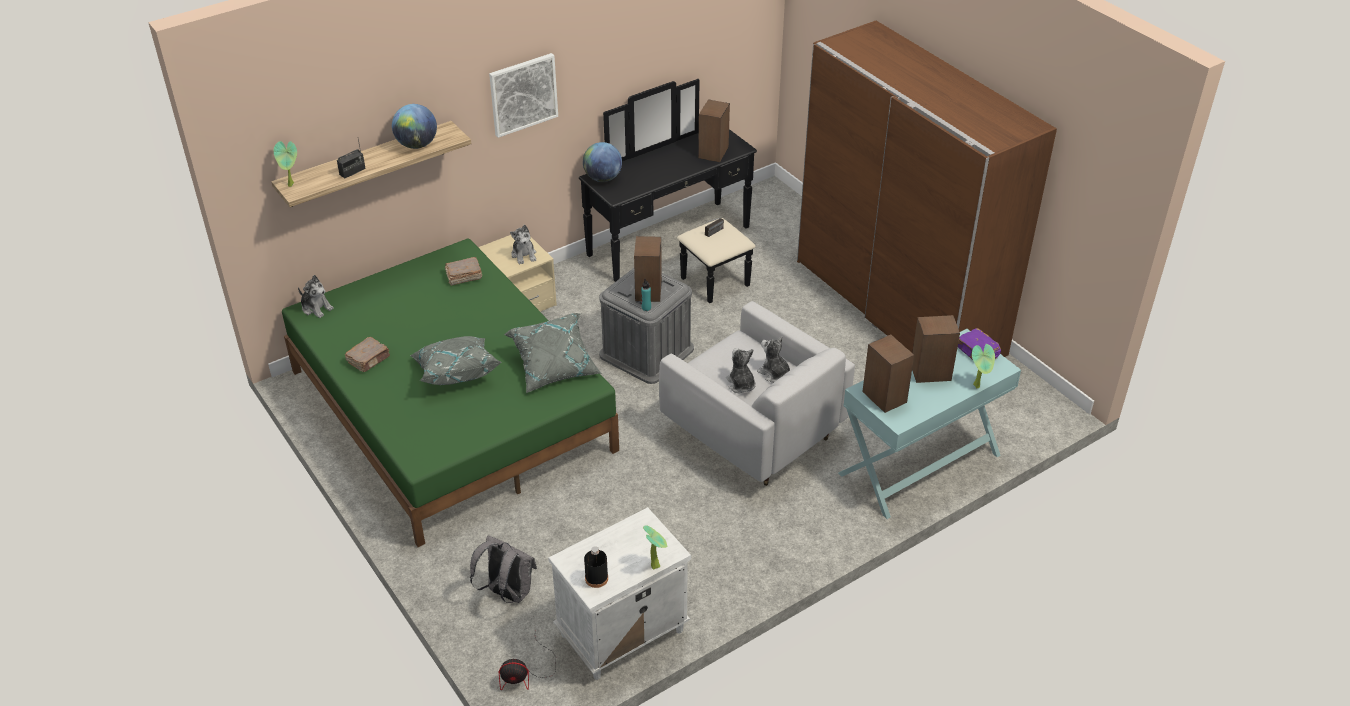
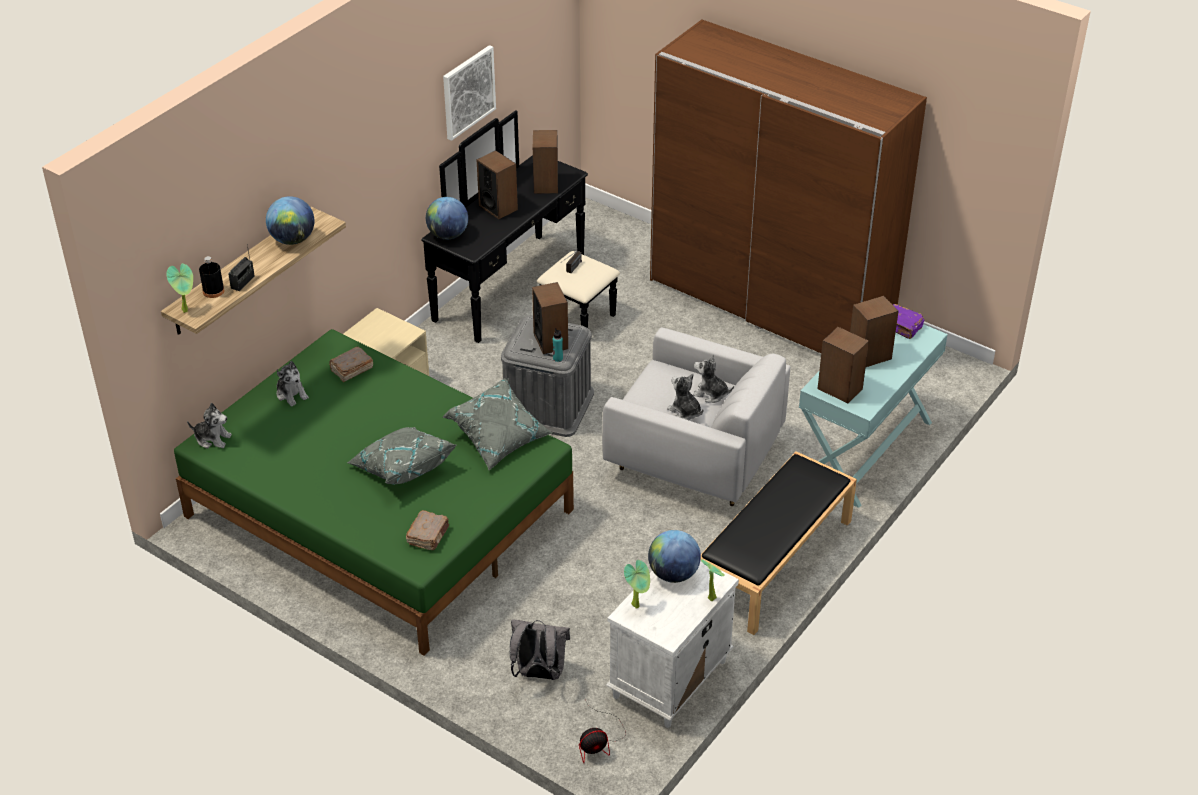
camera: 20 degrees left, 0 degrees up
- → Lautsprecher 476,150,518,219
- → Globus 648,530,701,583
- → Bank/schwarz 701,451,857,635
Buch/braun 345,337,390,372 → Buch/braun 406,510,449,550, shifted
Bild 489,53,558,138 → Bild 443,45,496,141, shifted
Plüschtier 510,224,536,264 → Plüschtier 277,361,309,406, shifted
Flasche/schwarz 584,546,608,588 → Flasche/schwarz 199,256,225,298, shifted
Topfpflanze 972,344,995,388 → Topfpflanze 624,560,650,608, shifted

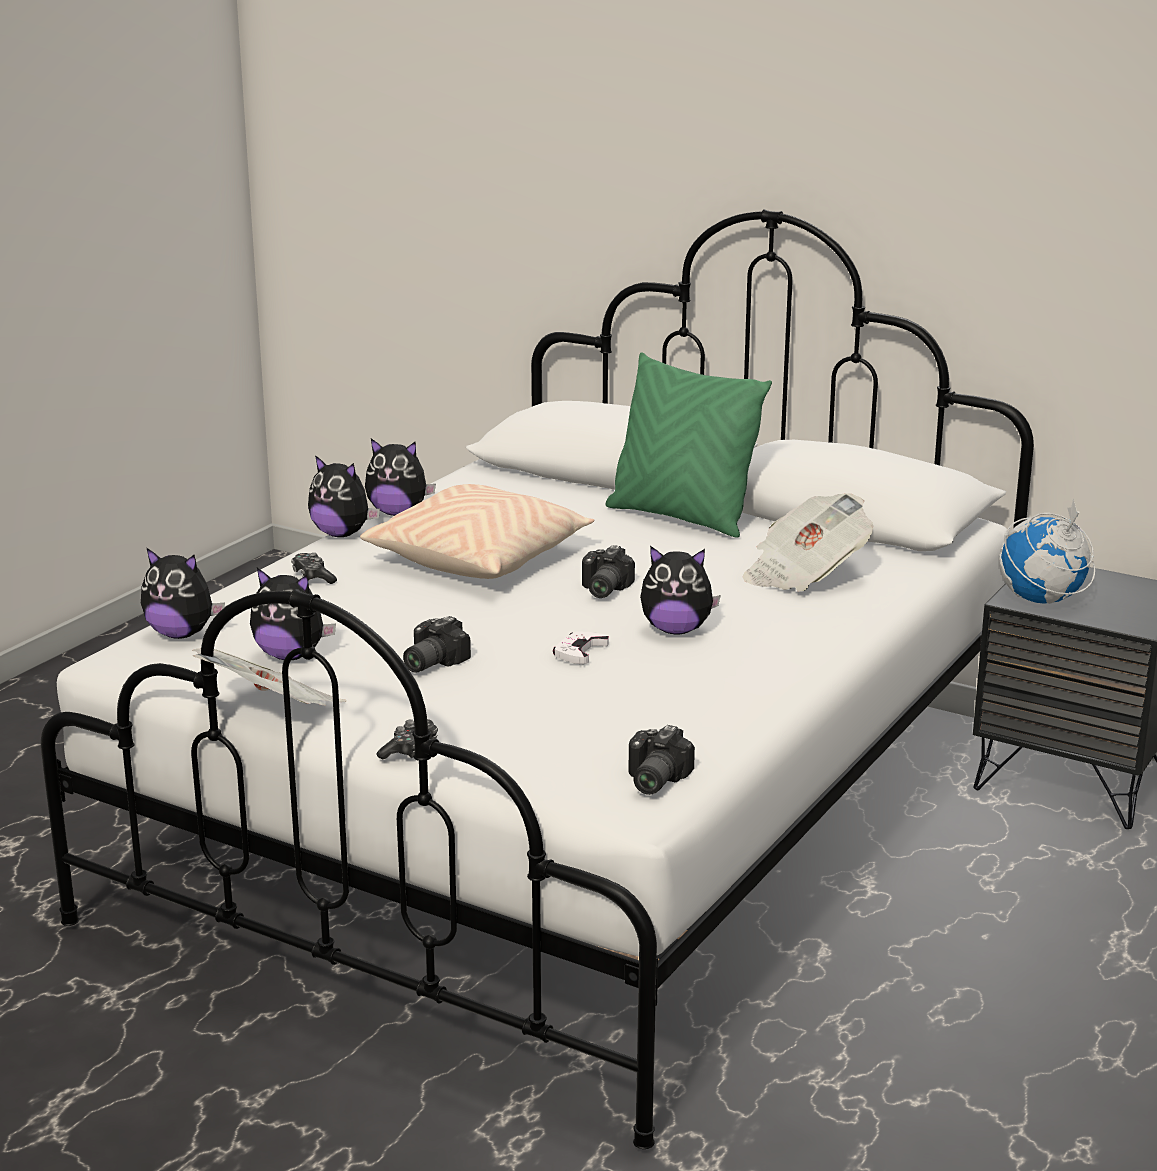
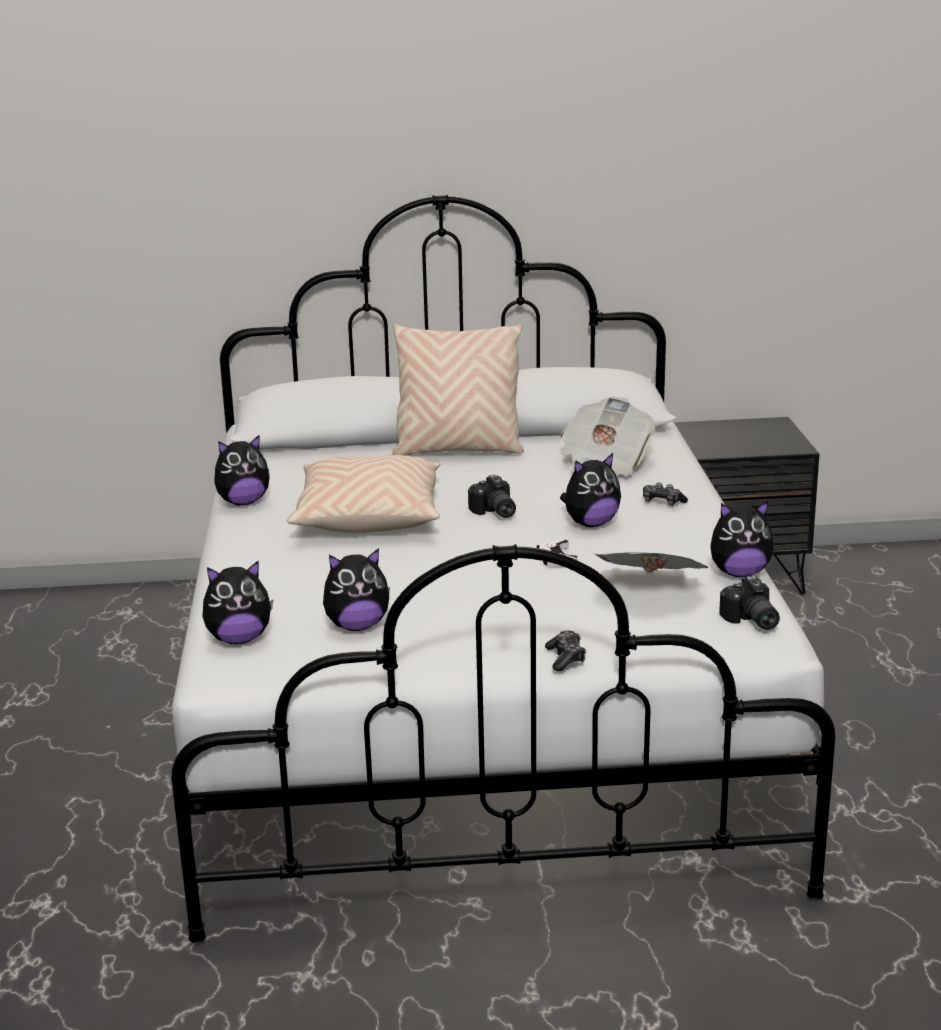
camera: 35 degrees left, 0 degrees up
Kamera 403,616,471,672 → -
Globus 999,499,1095,604 → -
Zeitung 192,648,347,705 → Zeitung 595,552,708,573, shifted
Gamepad 291,553,337,584 → Gamepad 643,483,688,506, shifted
Plüschtier 308,455,380,537 → Plüschtier 711,501,773,577, shifted
Kissen/grün 606,352,772,538 → Kissen/beige 392,324,524,456

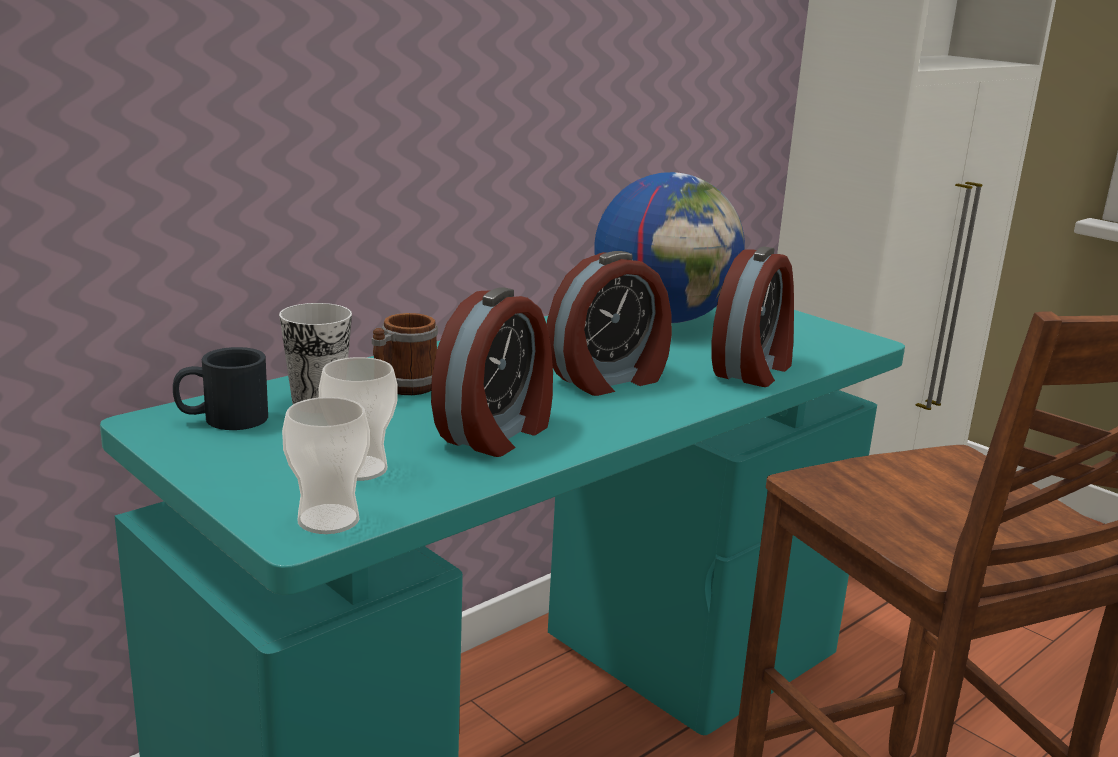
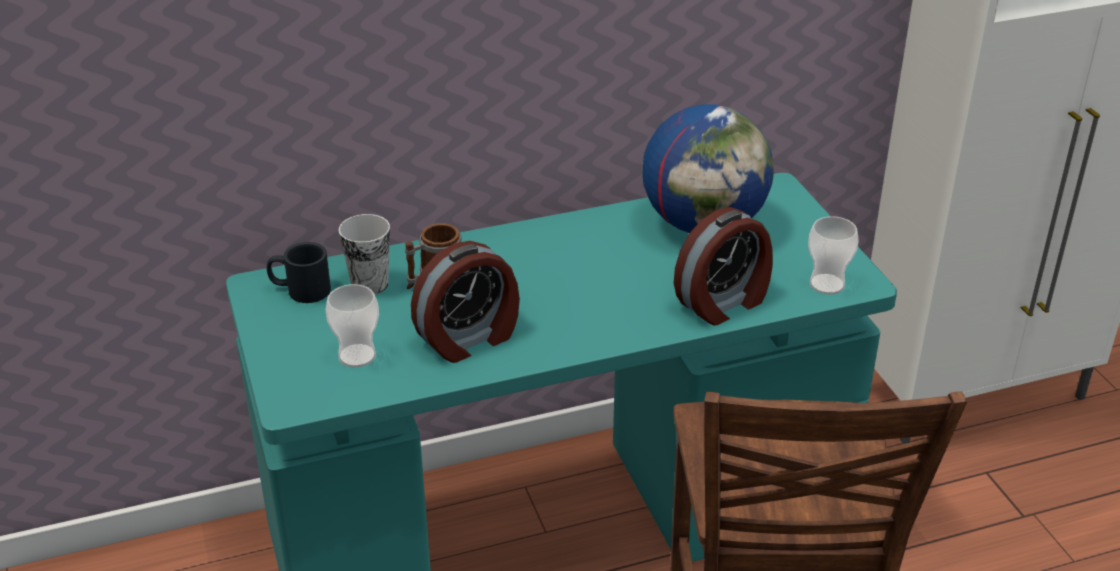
camera: 25 degrees right, 15 degrees up
Wecker 547,251,672,396 → -
Tasse 282,397,370,534 → Tasse 808,216,858,295, shifted

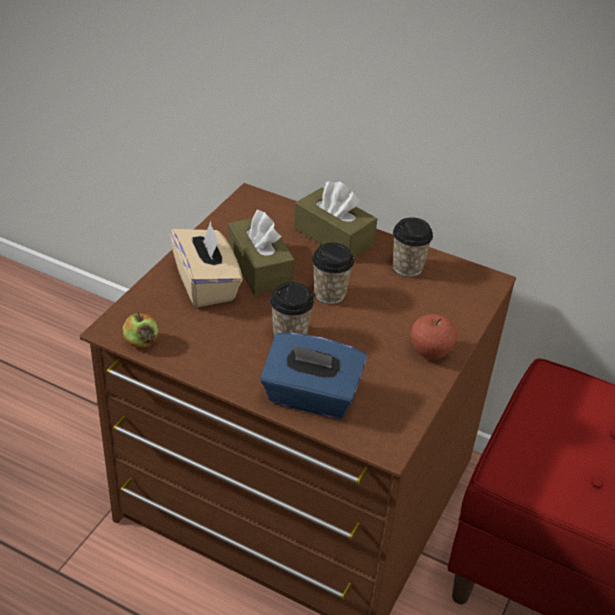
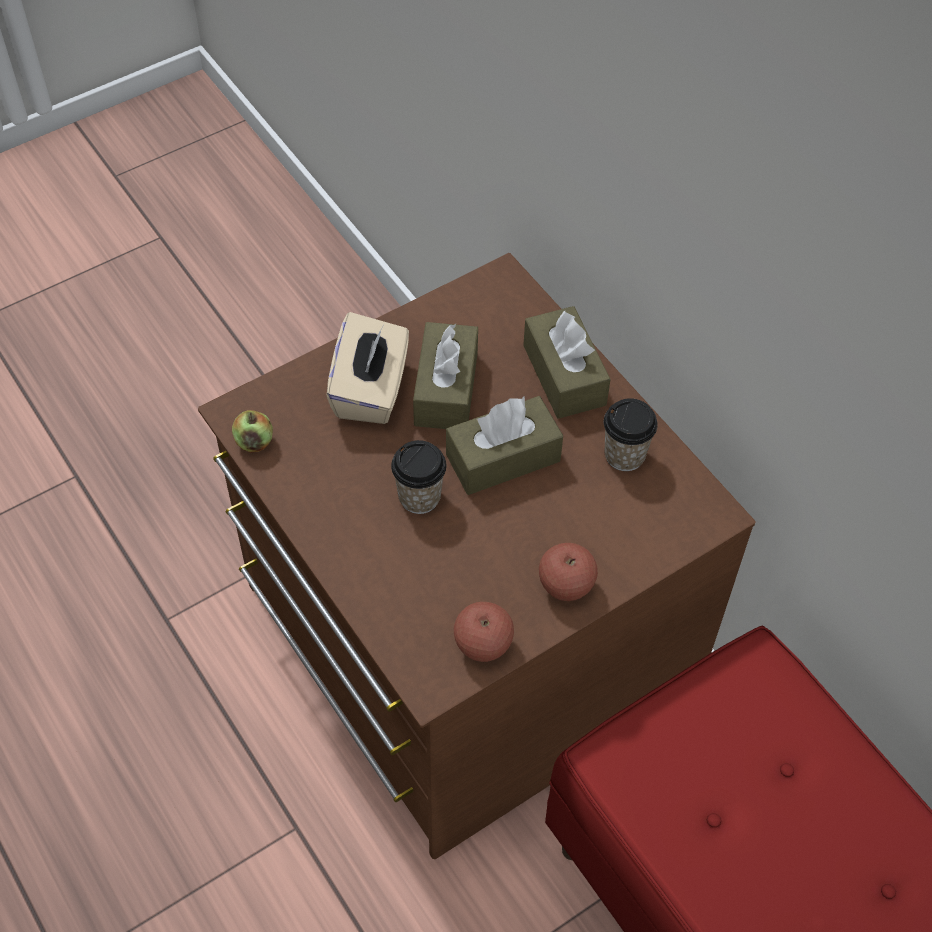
camera: 30 degrees right, 15 degrees up
Taschentuchbox/blau 260,333,367,419 → -
- → Apfel 454,602,514,662
Tasse 312,243,354,304 → Taschentuchbox/braun 446,396,563,495

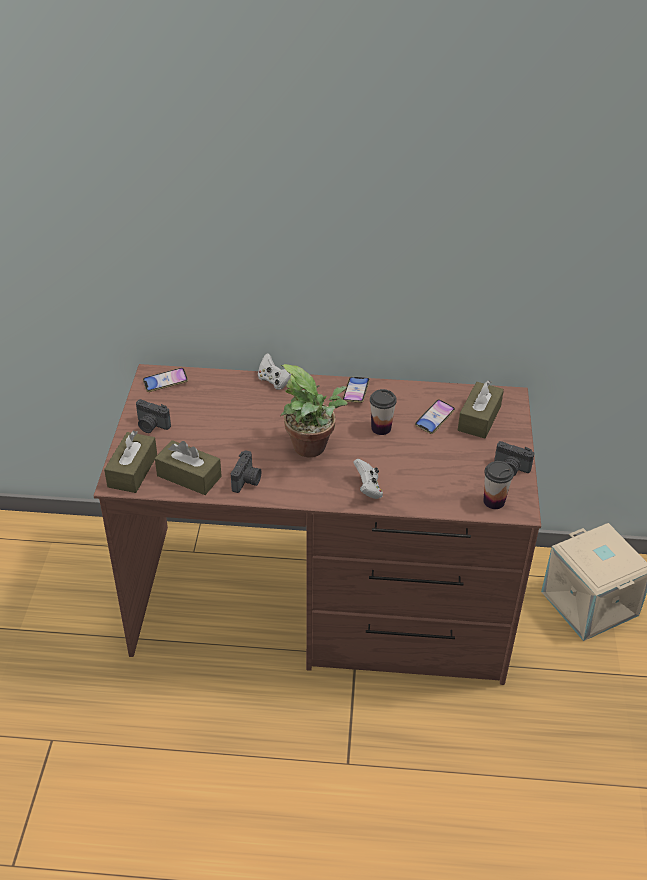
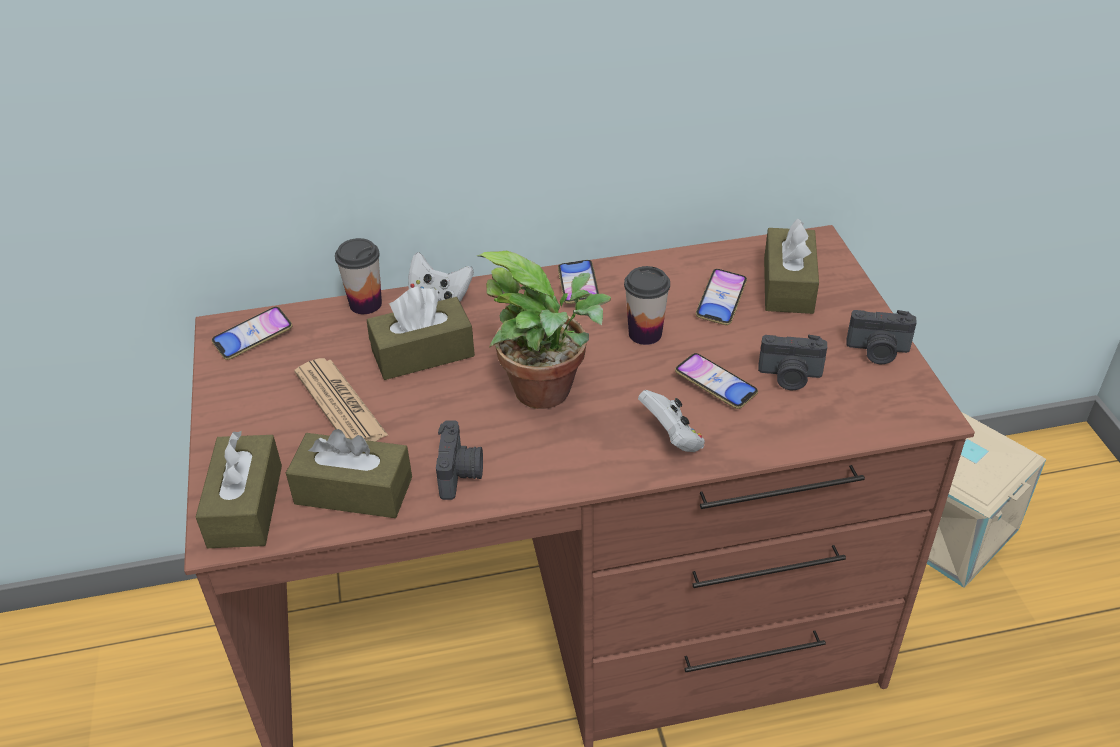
camera: 15 degrees left, 0 degrees up
- → Zeitung 294,358,388,441
- → Taschentuchbox/braun 367,287,475,380
- → Handy 675,353,758,409
Kamera 136,399,171,433 → Kamera 758,335,827,390, shifted
Tasse 483,461,514,509 → Tasse 335,238,382,314, shifted

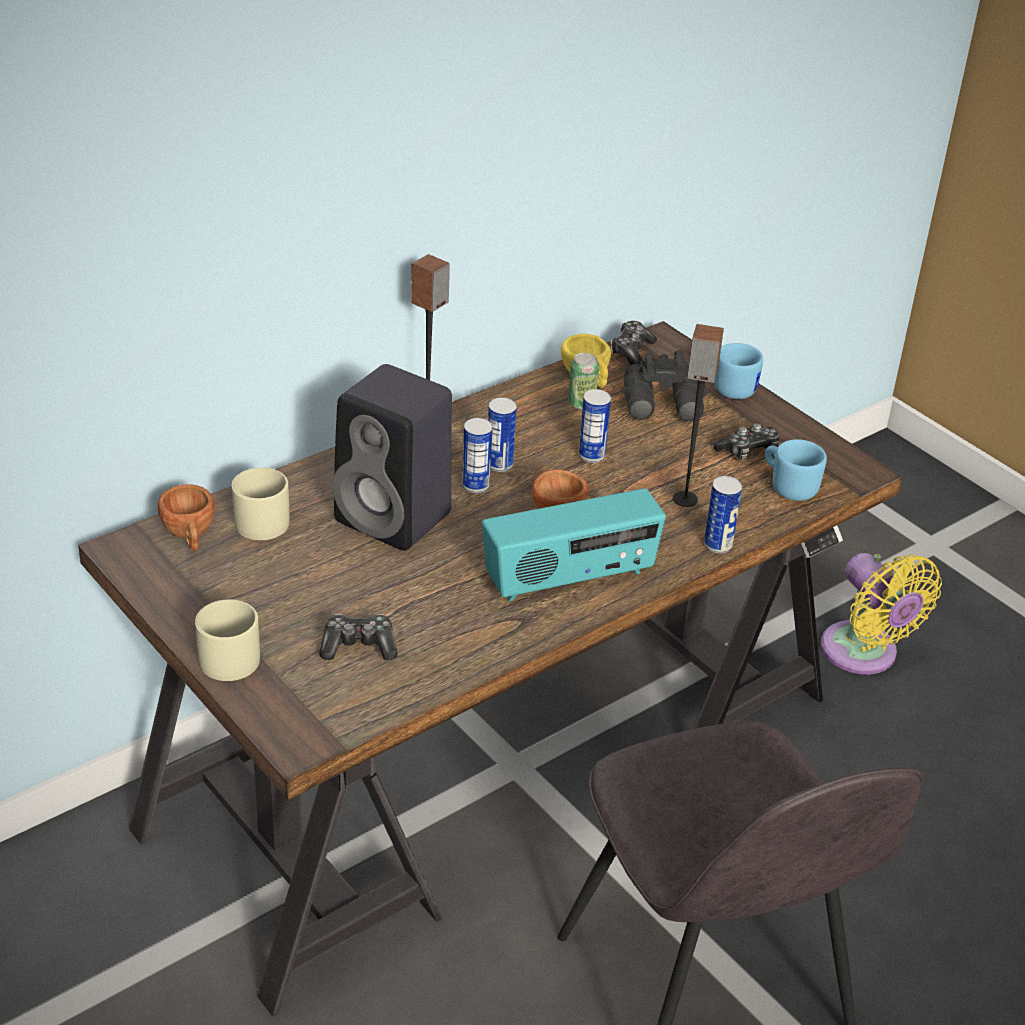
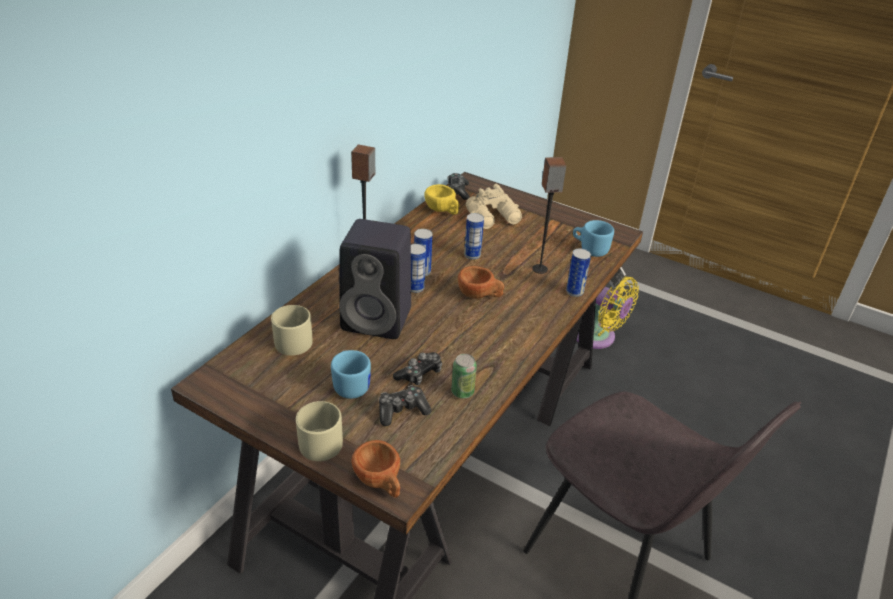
camera: 20 degrees left, 0 degrees up
Radio 482,488,666,601 → -
Tasse/braun 158,484,215,551 → Tasse/braun 351,440,400,498, shifted
Dose 568,353,599,410 → Dose 451,354,477,399, shifted
Gamepad 713,423,779,461 → Gamepad 393,352,442,385, shifted
Henkelbecher/blau 714,343,763,399 → Henkelbecher/blau 331,350,371,399, shifted
Fernglas/schwarz 622,350,707,422 → Fernglas/beige 466,184,522,229

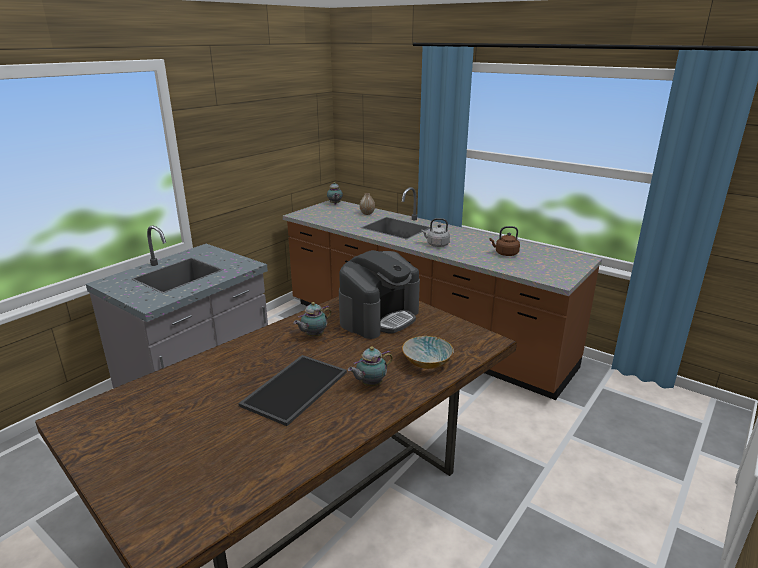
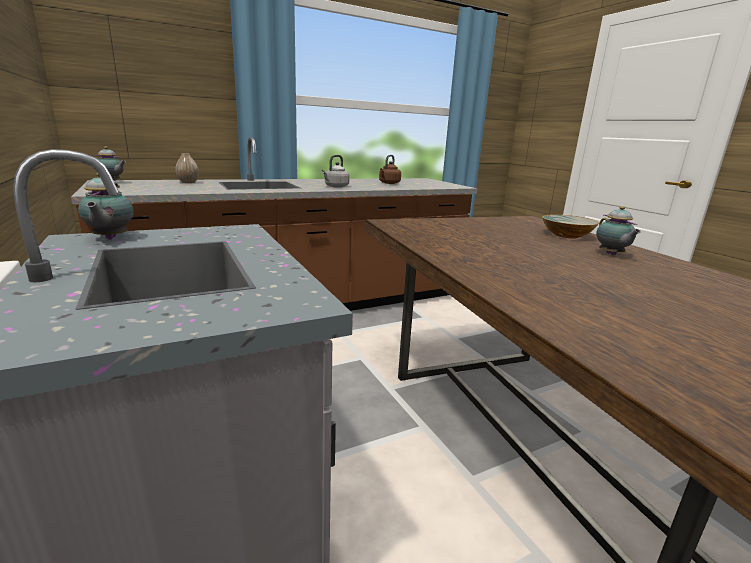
camera: 65 degrees left, 5 degrees down
Tablett 238,355,347,426 → -
Kaffeemaschine 339,250,420,339 → -
Teekanne 294,302,332,337 → Teekanne 78,173,134,240, shifted

